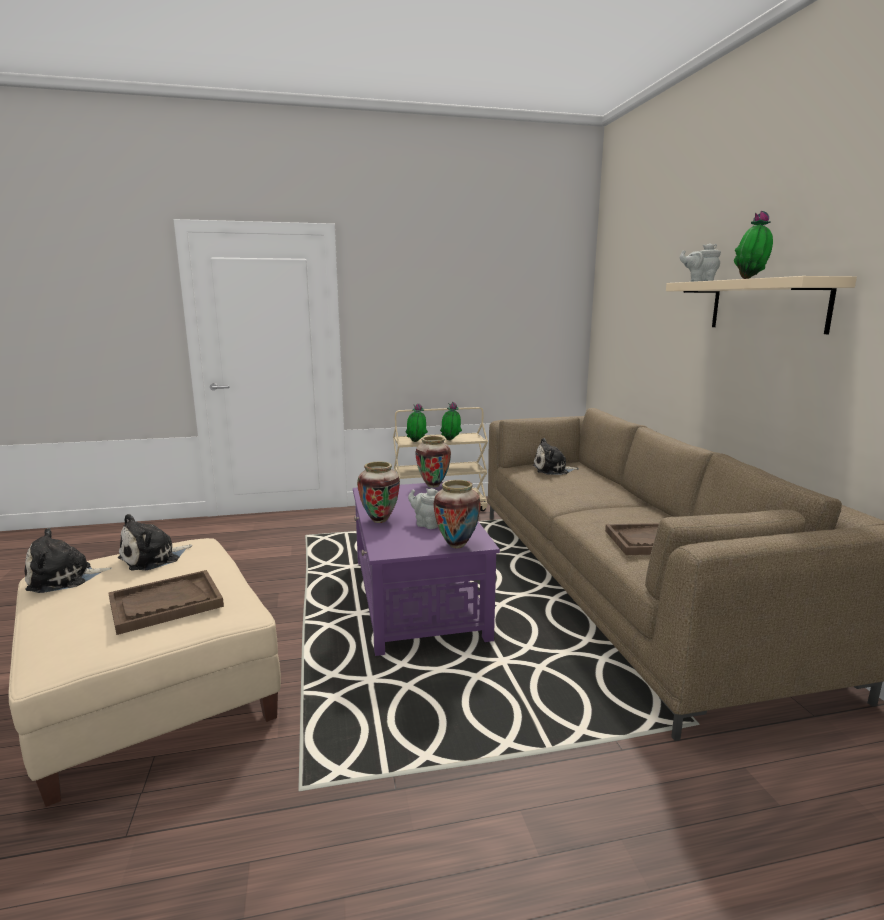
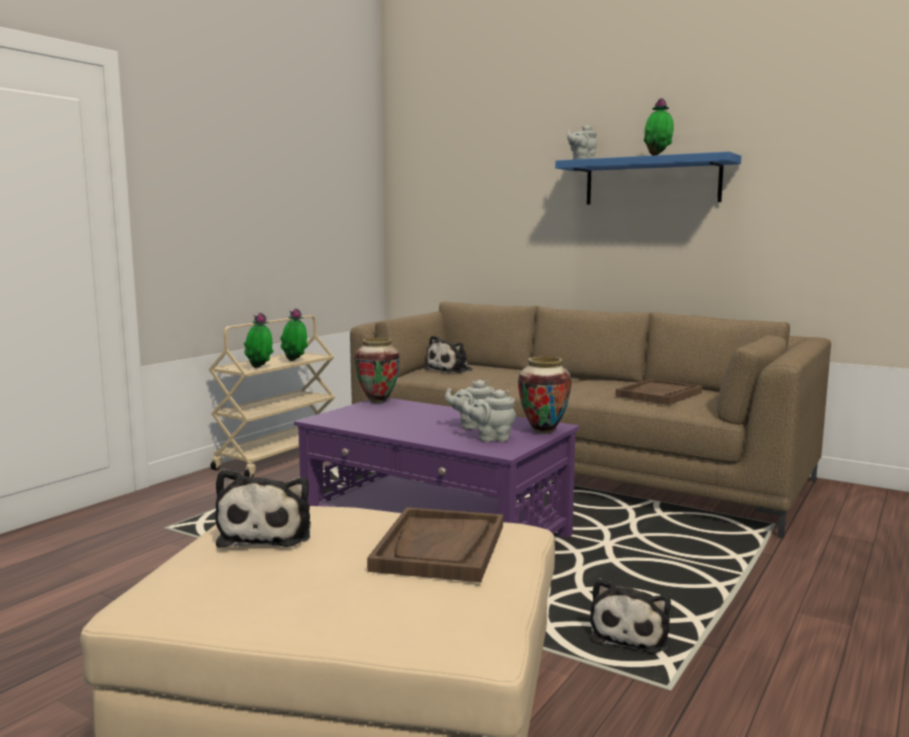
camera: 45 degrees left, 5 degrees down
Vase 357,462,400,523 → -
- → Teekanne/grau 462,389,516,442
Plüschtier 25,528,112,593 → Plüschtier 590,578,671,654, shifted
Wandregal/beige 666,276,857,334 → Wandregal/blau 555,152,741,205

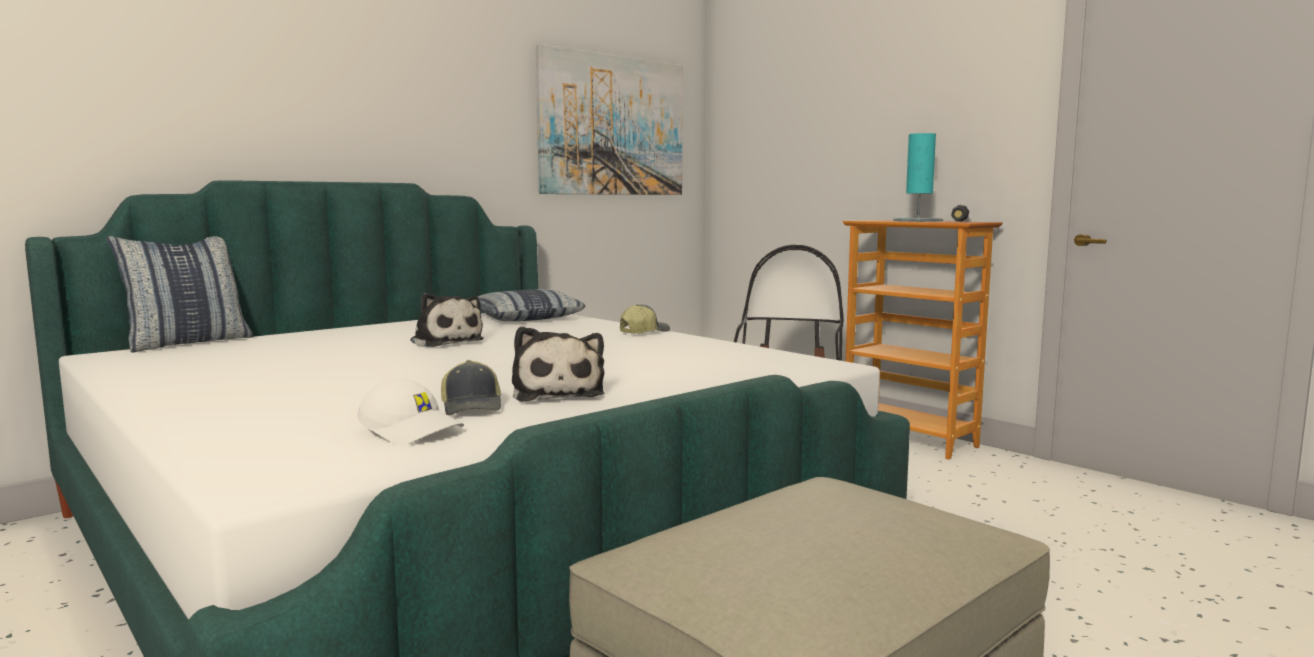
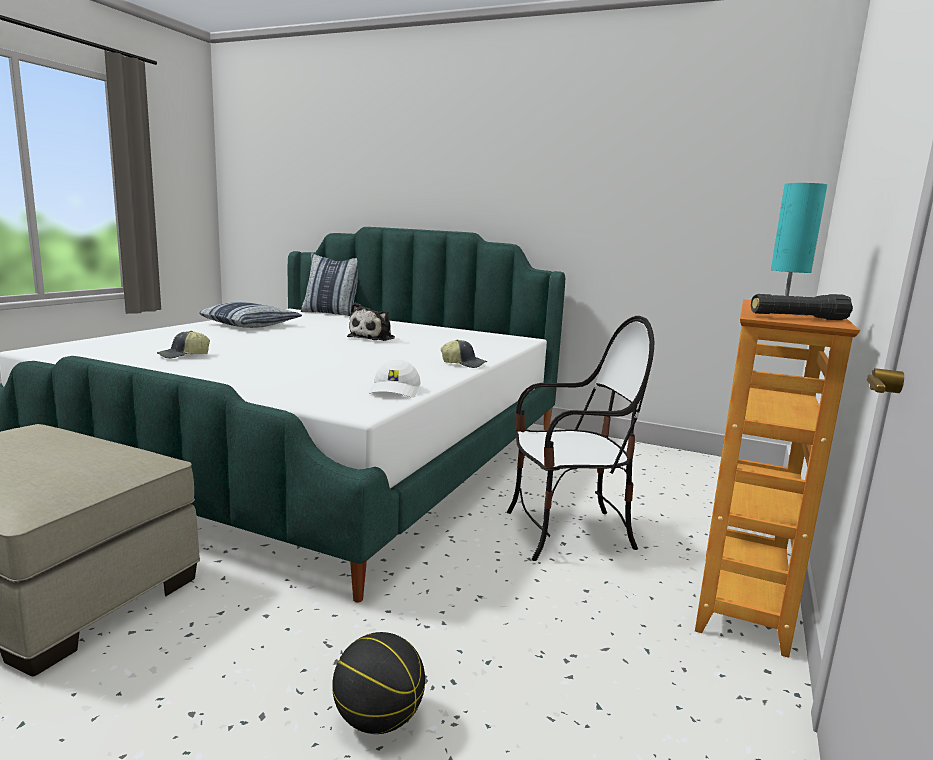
camera: 65 degrees right, 5 degrees up
Plüschtier 512,326,605,402 → -
Bild 536,44,683,195 → -
- → Basketball 332,632,425,734
Kappe/weiß 357,379,464,445 → Kappe/weiß 368,360,421,398, shifted
Kissen 477,289,585,321 → Kissen 199,302,302,328, shifted

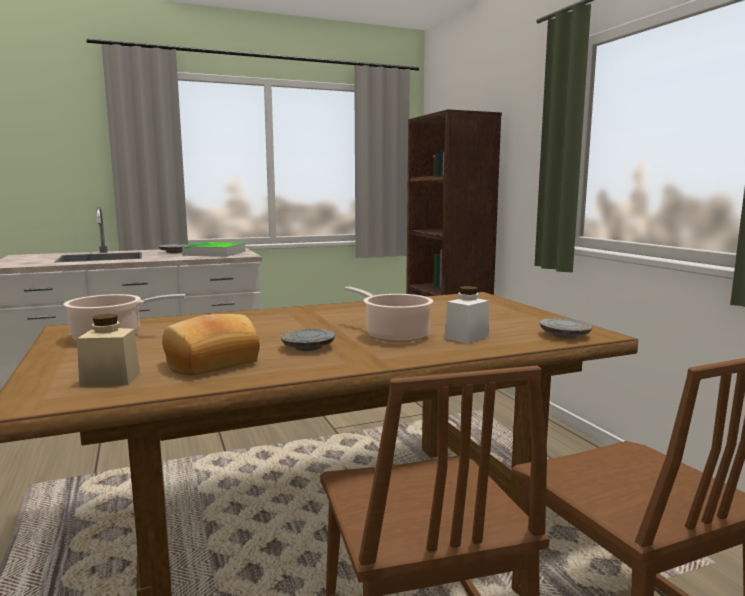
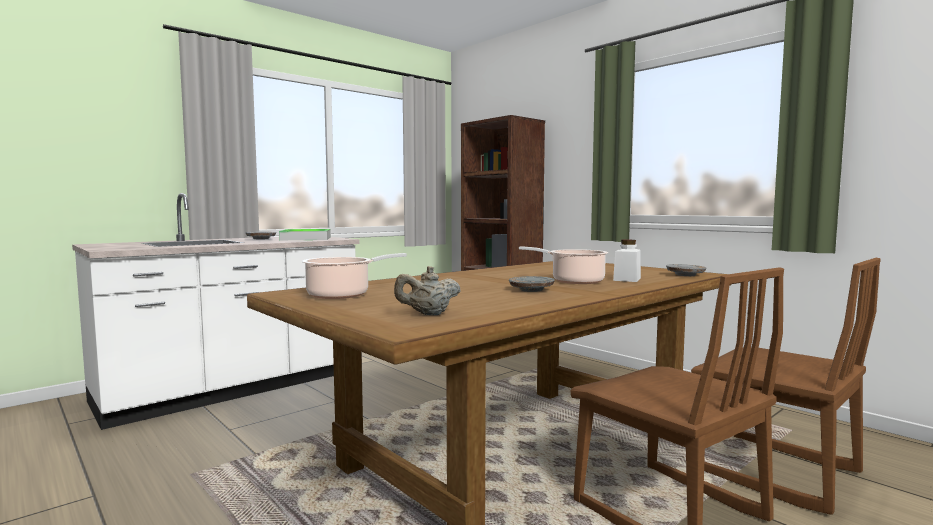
camera: 20 degrees left, 5 degrees down
Brot 162,314,260,376 → -
Vorratsglas/beige 77,314,140,387 → Teekanne/beige 394,266,461,315

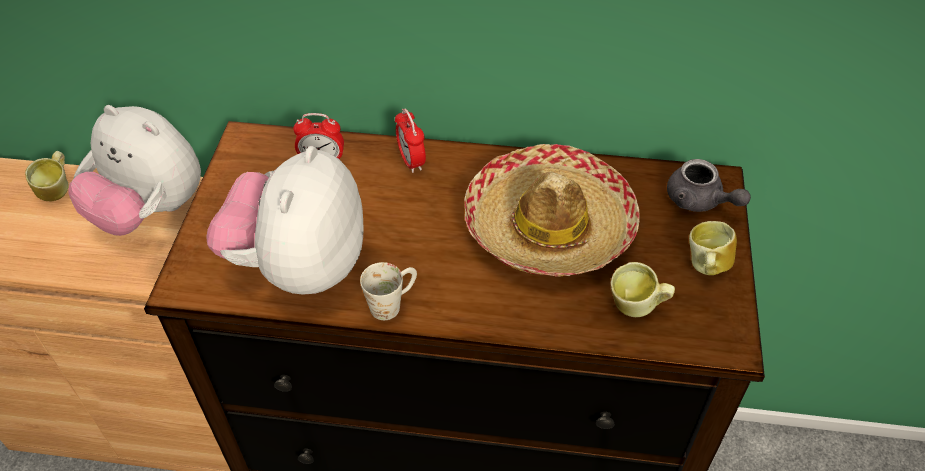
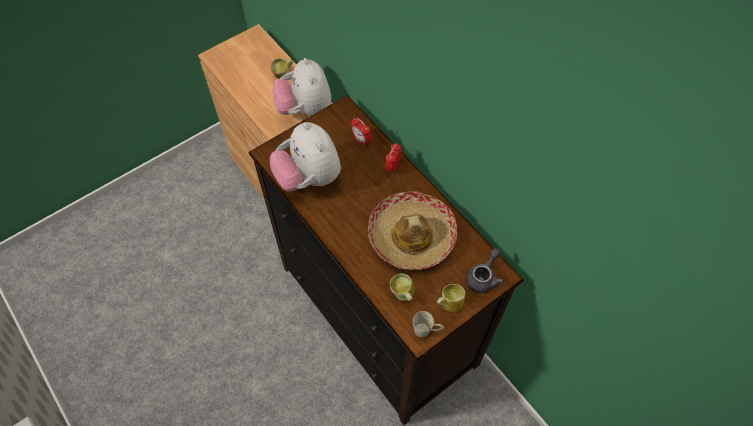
camera: 45 degrees right, 10 degrees up
Henkelbecher/weiß 360,262,417,320 → Henkelbecher/weiß 413,311,444,337, shifted
Plüschtier 206,146,364,294 → Plüschtier 270,122,341,191, 90 degrees counterclockwise
Teekanne/grau 667,159,751,212 → Teekanne/grau 465,248,504,293, 150 degrees counterclockwise

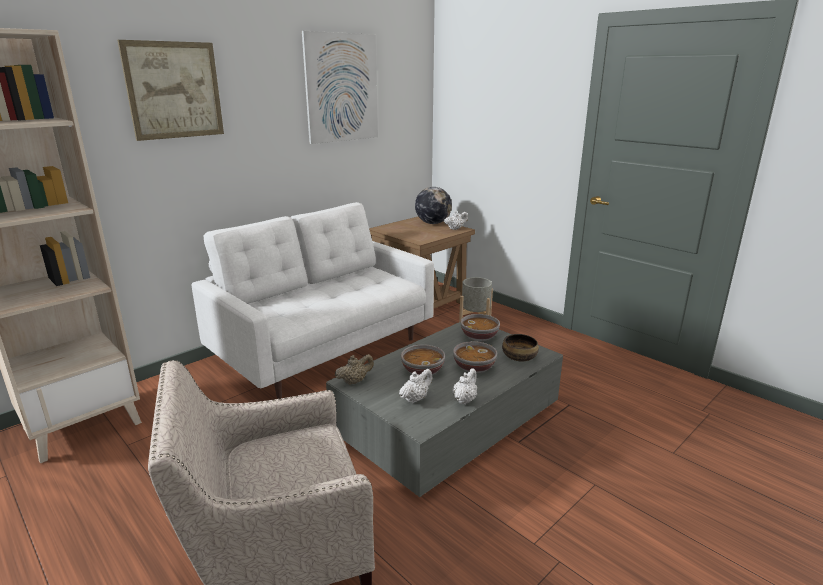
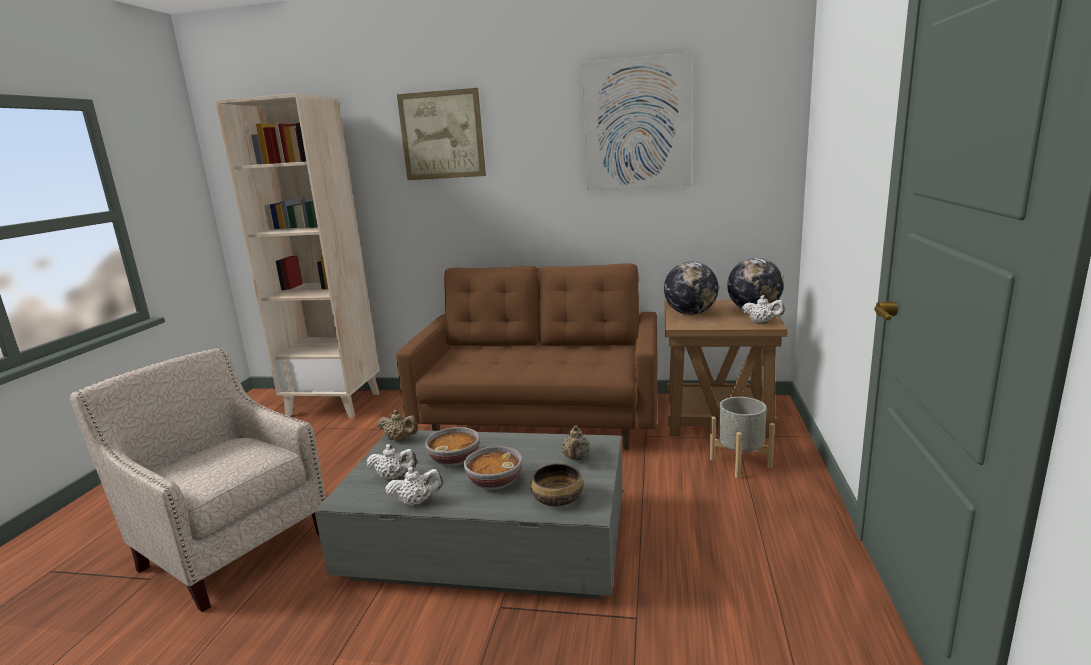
camera: 55 degrees right, 5 degrees down
- → Globus 664,261,718,315
Schüssel 460,314,500,341 → Teekanne/beige 562,425,590,460
Sofa/weiß 192,202,434,399 → Sofa/braun 396,263,658,450

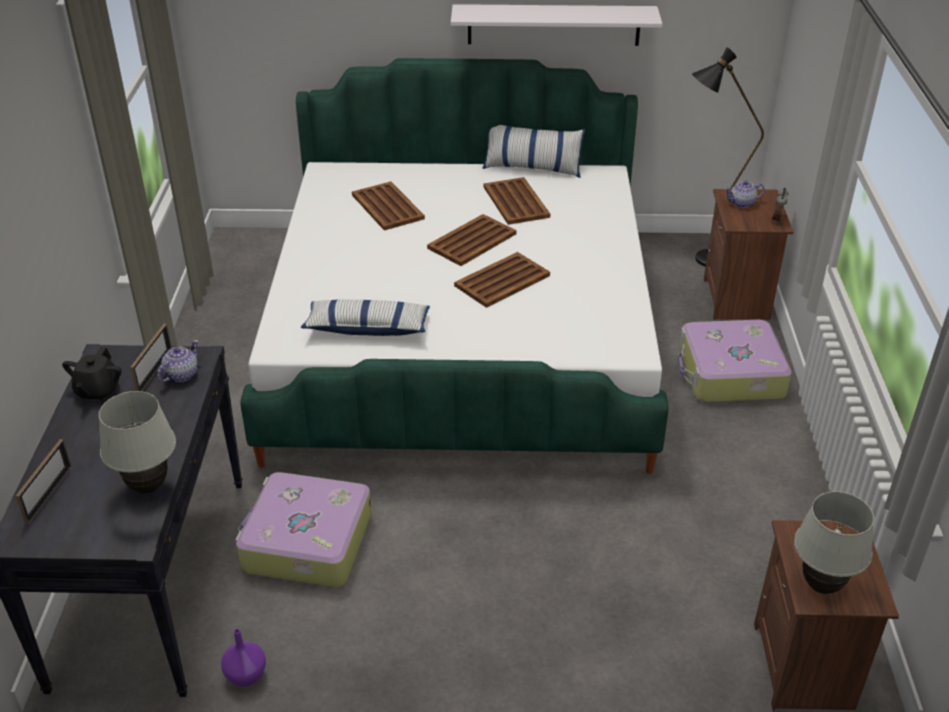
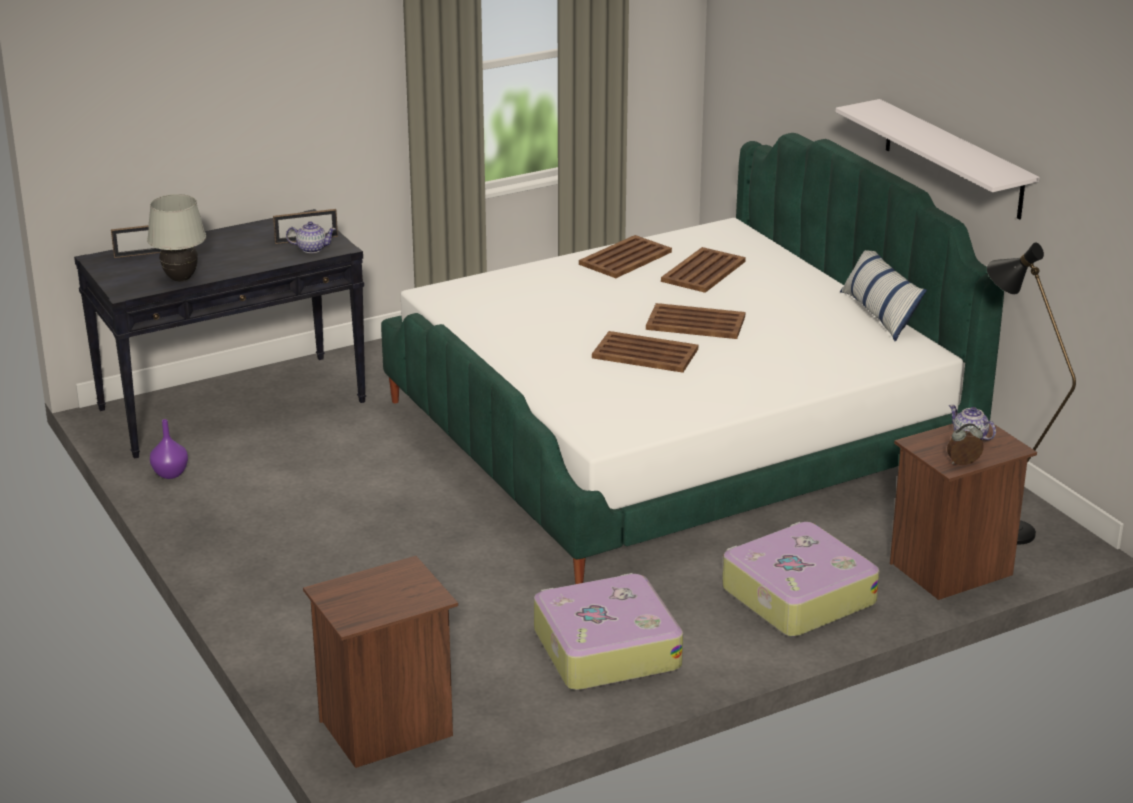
camera: 60 degrees right, 10 degrees down
Teekanne/schwarz 62,347,122,401 → -
Kissen 301,299,430,336 → -
Tischlampe/weiß 794,491,874,594 → -
Koffer 235,472,372,587 → Koffer 534,573,683,690, shifted
Tablett/braun 484,177,550,225 → Tablett/braun 579,235,672,278, shifted

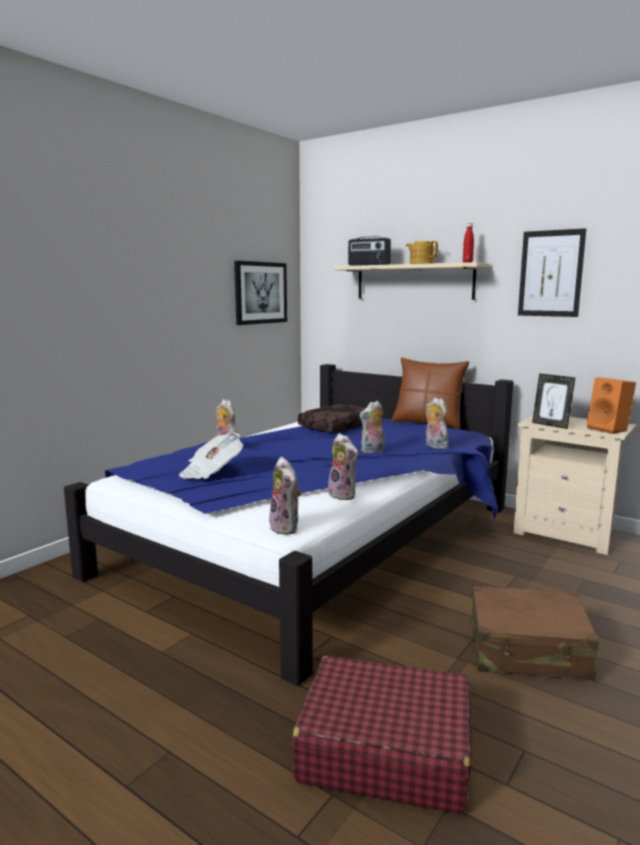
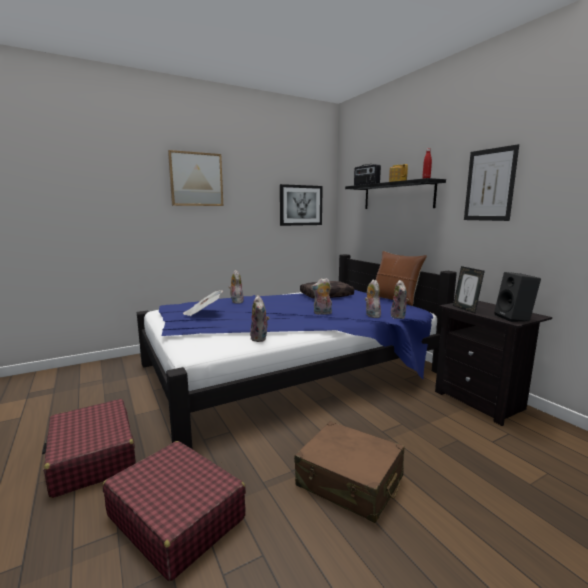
camera: 25 degrees right, 0 degrees up
- → Koffer/rot 42,399,136,498
- → Bild 168,150,223,206
Plüschtier 269,457,301,535 → Plüschtier 391,280,409,319, shifted
Wandregal/beige 333,262,490,300 → Wandregal/schwarz 345,178,446,209
Nachttisch/beige 513,415,636,555 → Nachttisch/schwarz 435,301,552,426
Lautsprecher/orange 587,377,636,434 → Lautsprecher/schwarz 494,272,541,322

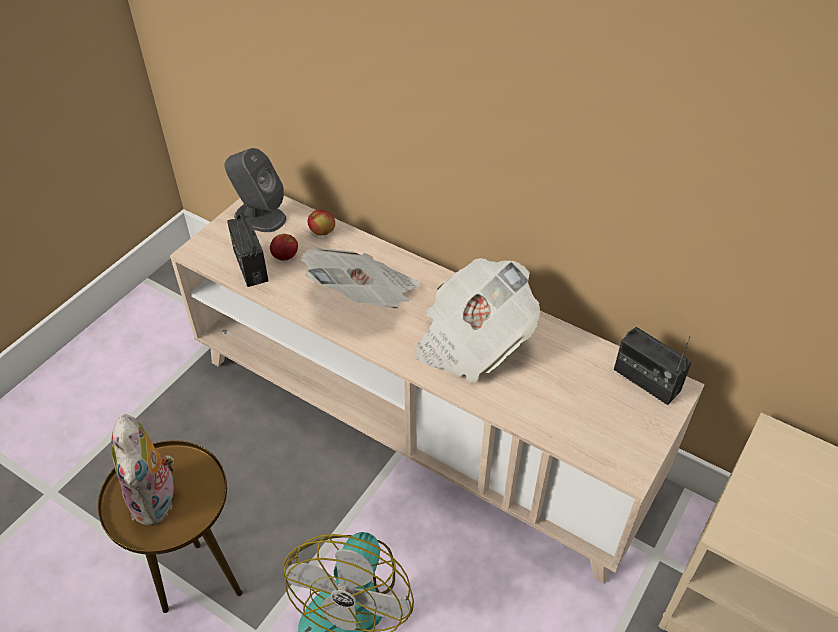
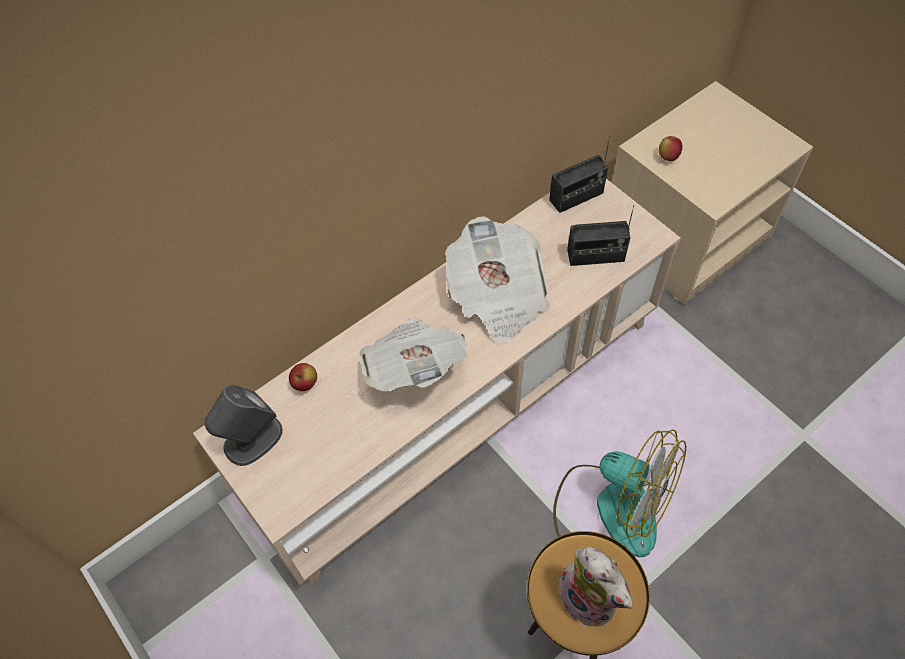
camera: 70 degrees left, 10 degrees up
Radio 227,213,269,287 → Radio 567,205,634,266, shifted
Apfel 270,234,298,260 → Apfel 659,136,682,161, shifted
Plüschtier 111,414,179,525 → Plüschtier 558,547,632,628, 45 degrees clockwise

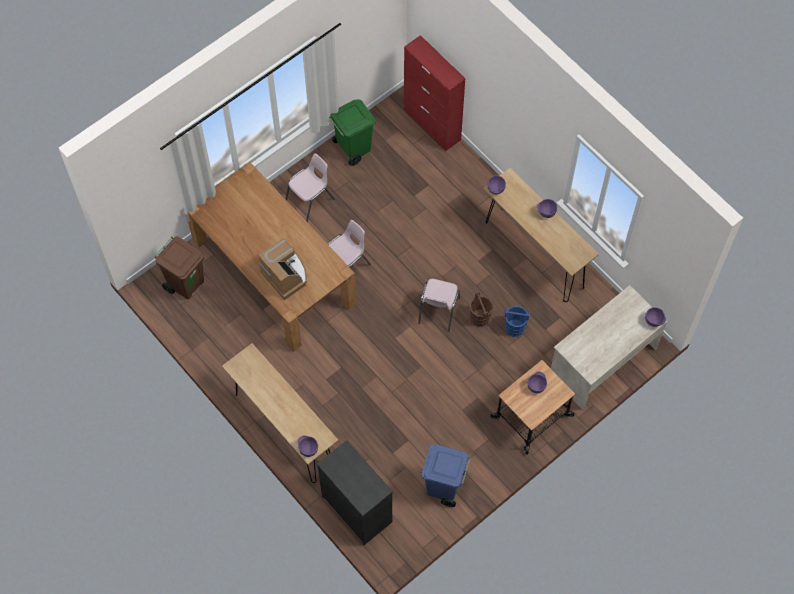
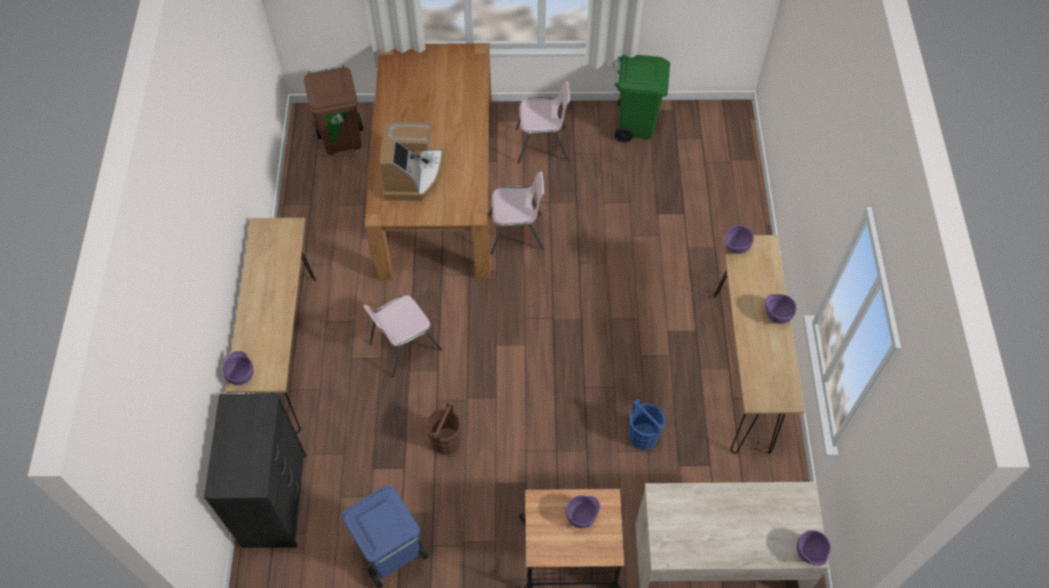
camera: 40 degrees right, 5 degrees down
Schrank/rot 404,35,465,151 → -
Stuhl/rosa 418,279,460,332 → Stuhl/rosa 363,295,442,377, shifted
Eimer/braun 470,291,493,327 → Eimer/braun 426,402,462,455, shifted

